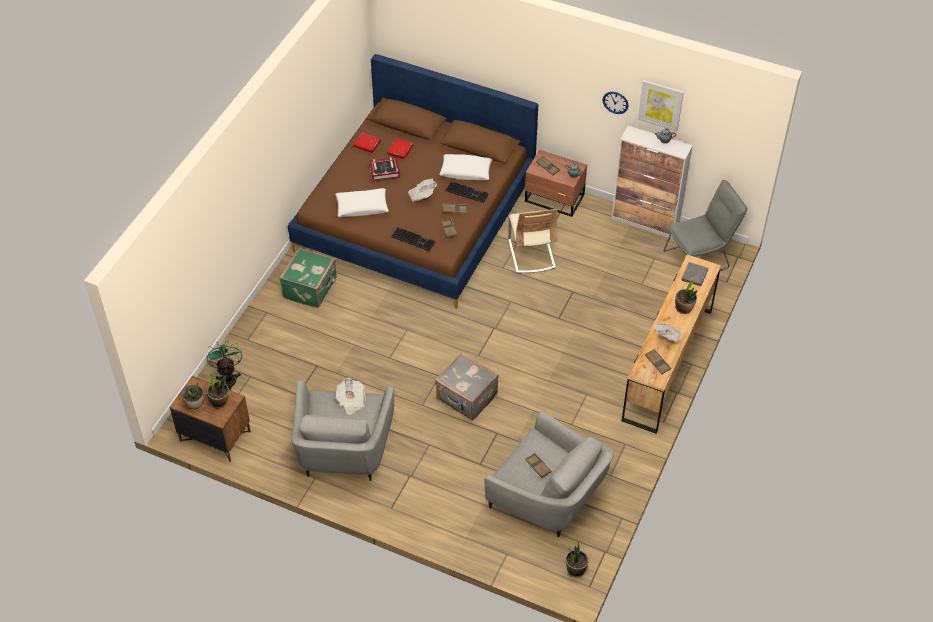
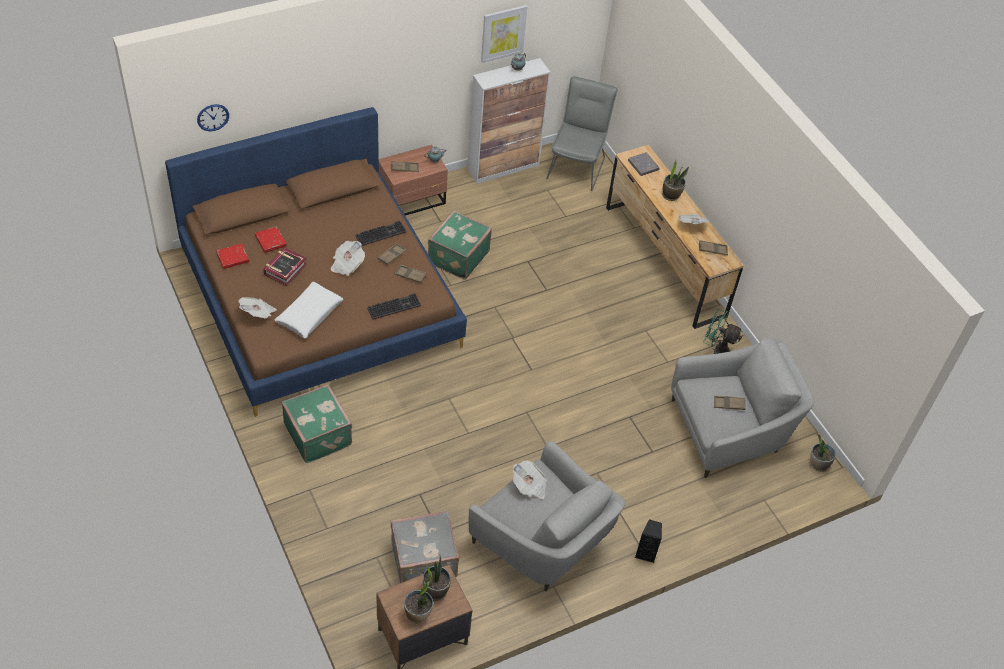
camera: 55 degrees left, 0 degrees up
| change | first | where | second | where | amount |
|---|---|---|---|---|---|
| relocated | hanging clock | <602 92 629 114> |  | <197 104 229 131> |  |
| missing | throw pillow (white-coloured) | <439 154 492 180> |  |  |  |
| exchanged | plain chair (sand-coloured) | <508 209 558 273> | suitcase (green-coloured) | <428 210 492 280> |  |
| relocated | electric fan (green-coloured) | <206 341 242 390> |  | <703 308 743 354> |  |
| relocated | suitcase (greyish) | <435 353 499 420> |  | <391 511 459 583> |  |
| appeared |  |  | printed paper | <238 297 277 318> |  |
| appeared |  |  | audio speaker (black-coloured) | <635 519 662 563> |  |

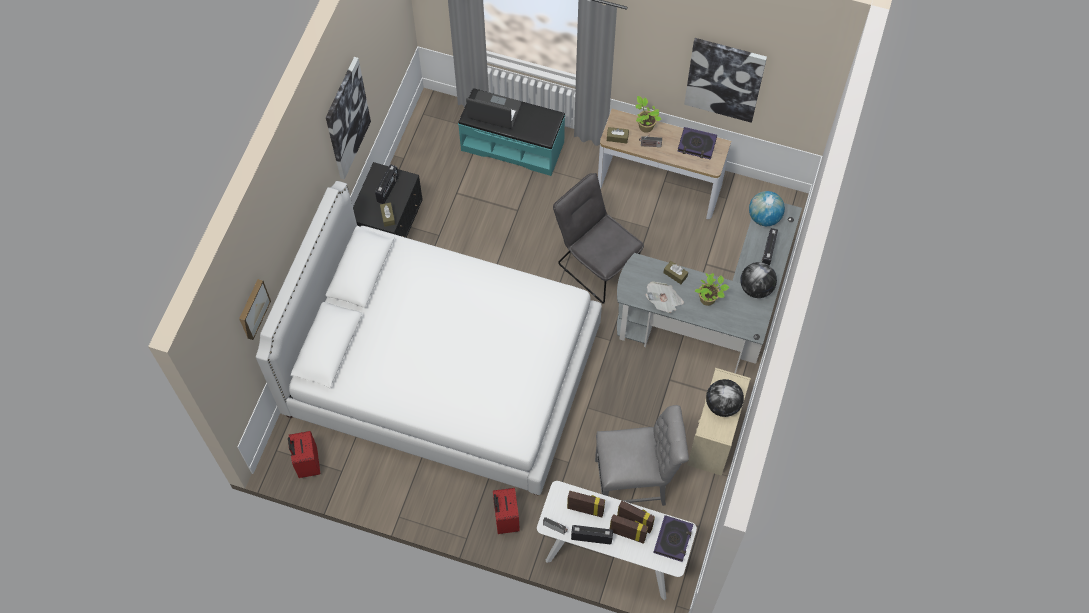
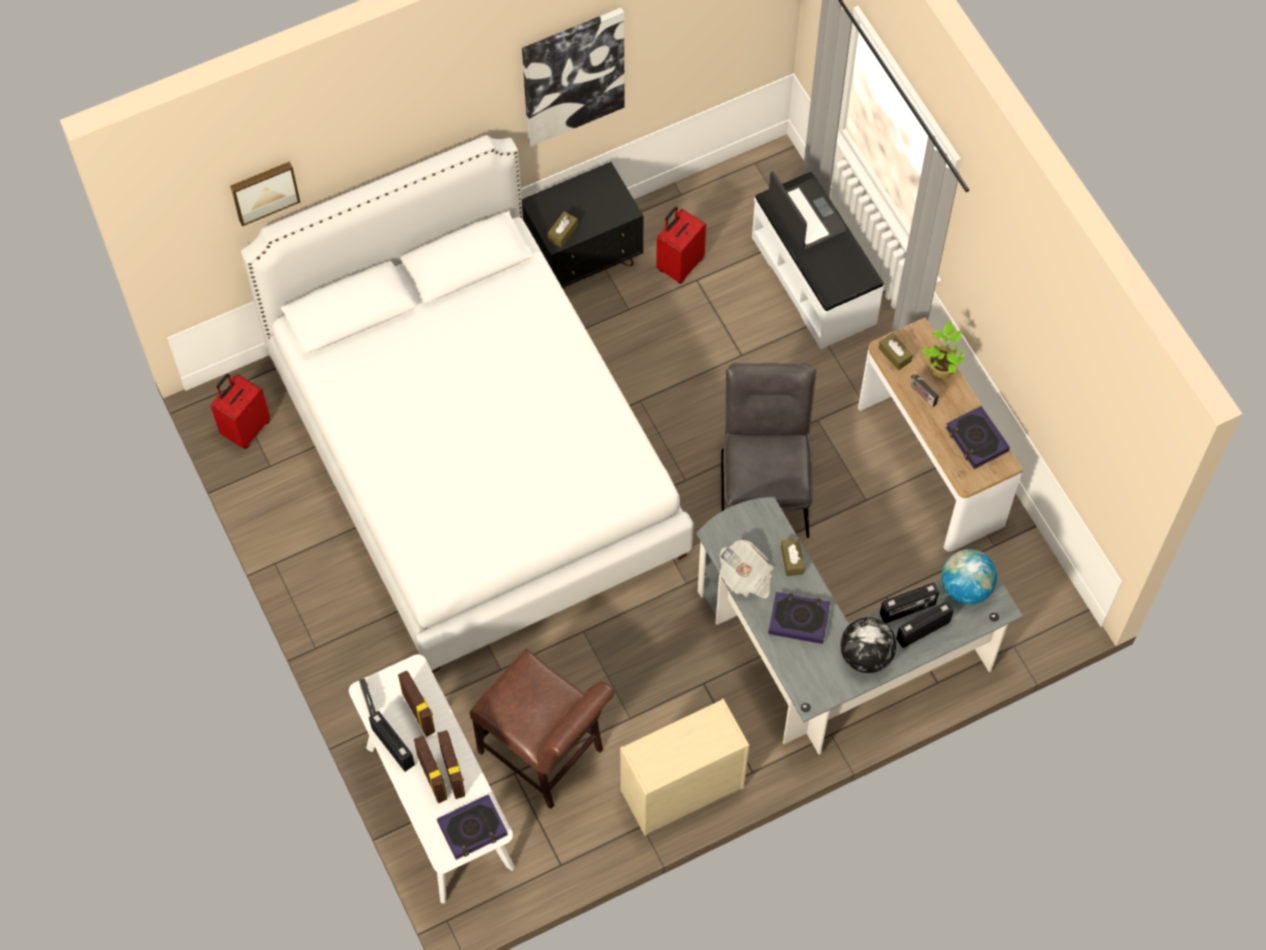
camera: 45 degrees right, 0 degrees up
| change | first | where | second | where | amount |
|---|---|---|---|---|---|
| missing | picture | <684 38 767 123> |  |  |  |
| colour | bench (blue-green) | <458 88 565 176> | bench (white-coloured) | <752 171 884 349> |  |
| relocated | radio receiver | <375 164 399 204> |  | <880 582 939 623> |  |
| exchanged | potted plant | <695 273 730 306> | volume | <768 592 830 644> |  |
| missing | desk globe | <706 379 744 417> |  |  |  |
| colour | plain chair (greyish) | <595 405 689 506> | plain chair (brown) | <470 649 614 809> |  |
| relocated | suitcase (red) | <493 488 520 534> |  | <656 207 706 284> |  |

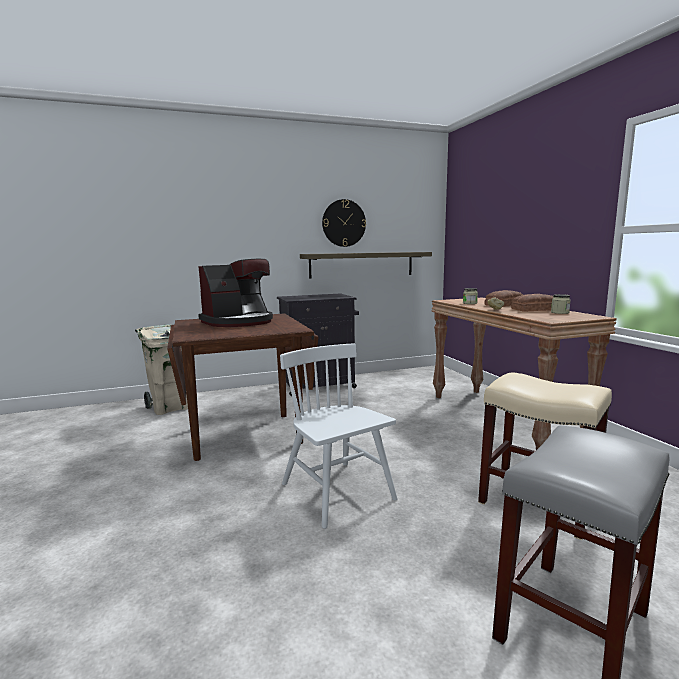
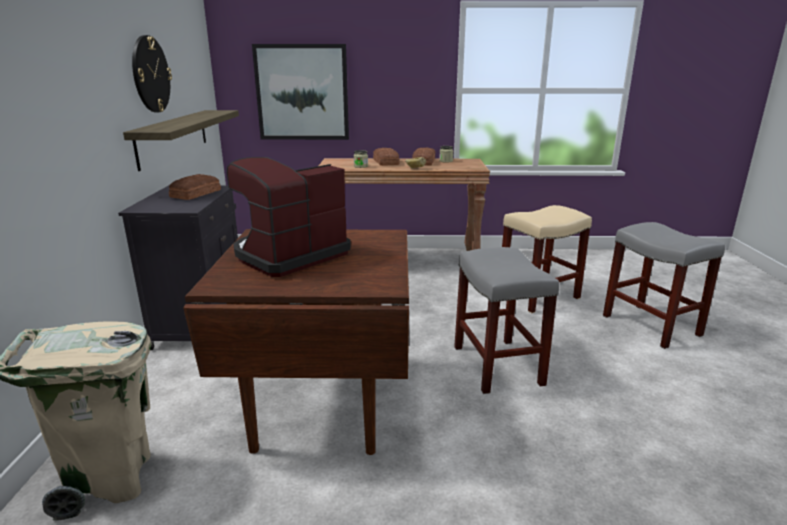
camera: 70 degrees left, 10 degrees up
| change | first | where | second | where | amount |
|---|---|---|---|---|---|
| spun | coffee machine | <198 259 273 327> |  | <227 157 351 277> | 120 degrees counterclockwise |
| exchanged | plain chair (white-coloured) | <280 343 397 529> | stool seat (greyish) | <454 247 559 394> |  |
| appeared |  |  | picture | <252 44 349 140> |  |
| appeared |  |  | baked bread | <169 174 221 200> |  |

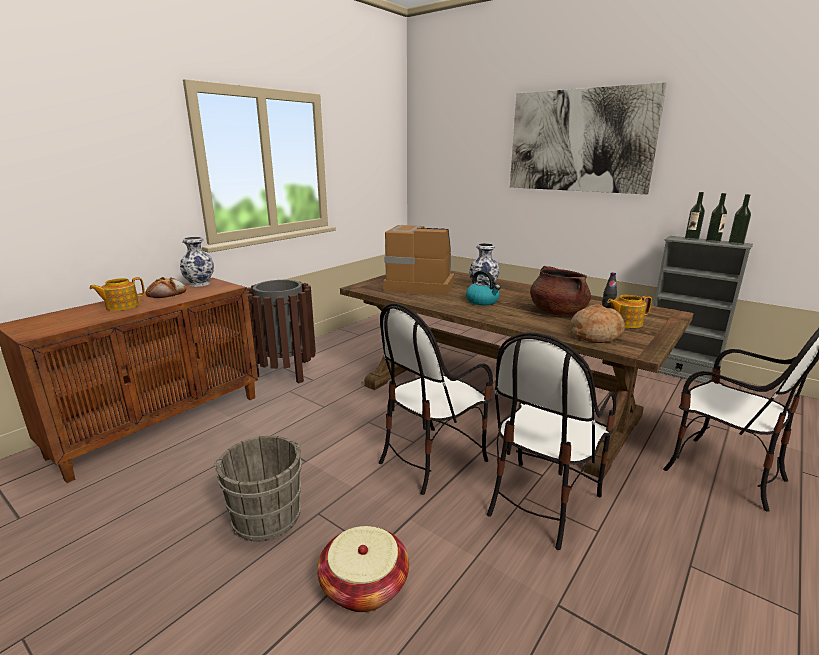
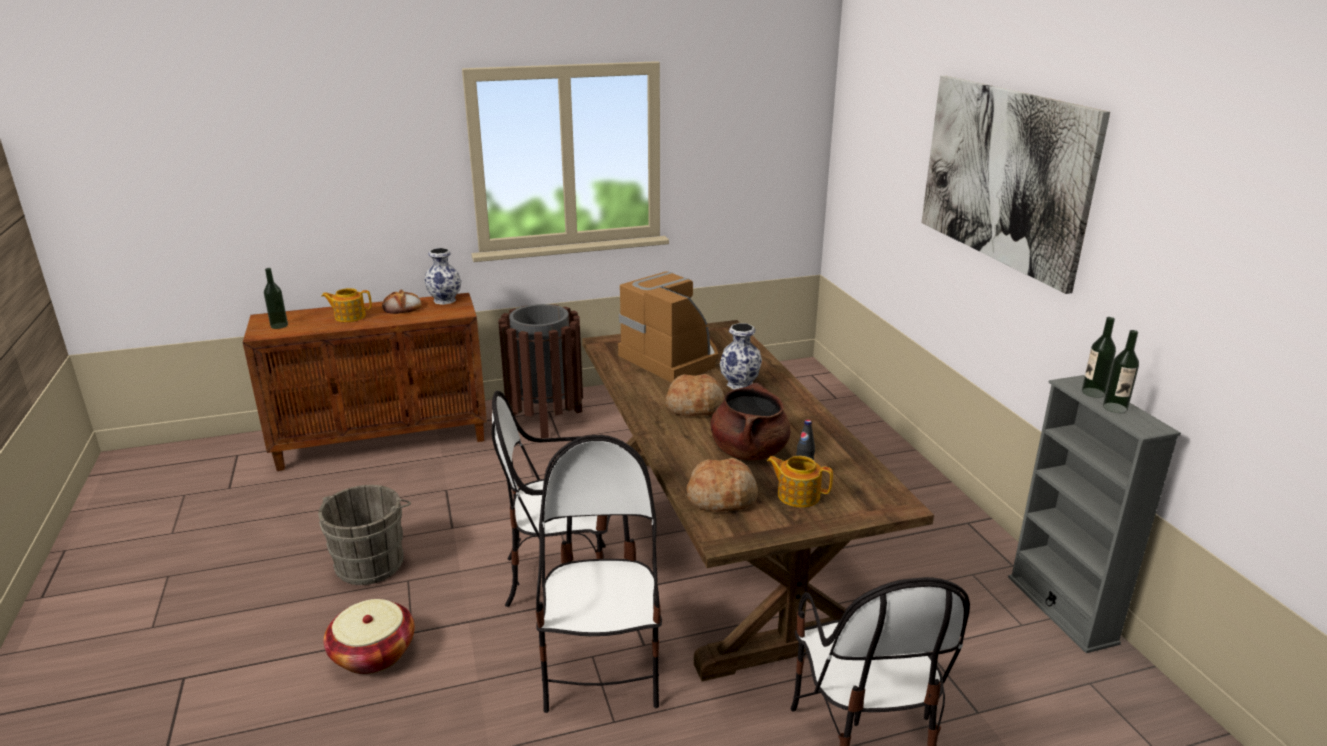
camera: 35 degrees right, 5 degrees up
| change | first | where | second | where | amount |
|---|---|---|---|---|---|
| relocated | drink bottle | <728 194 751 245> |  | <264 268 288 329> |  |
| exchanged | water kettle | <466 270 501 305> | baked bread | <665 374 724 416> |  |
| spun | plain chair | <487 332 616 550> |  | <536 435 662 713> | 105 degrees clockwise |

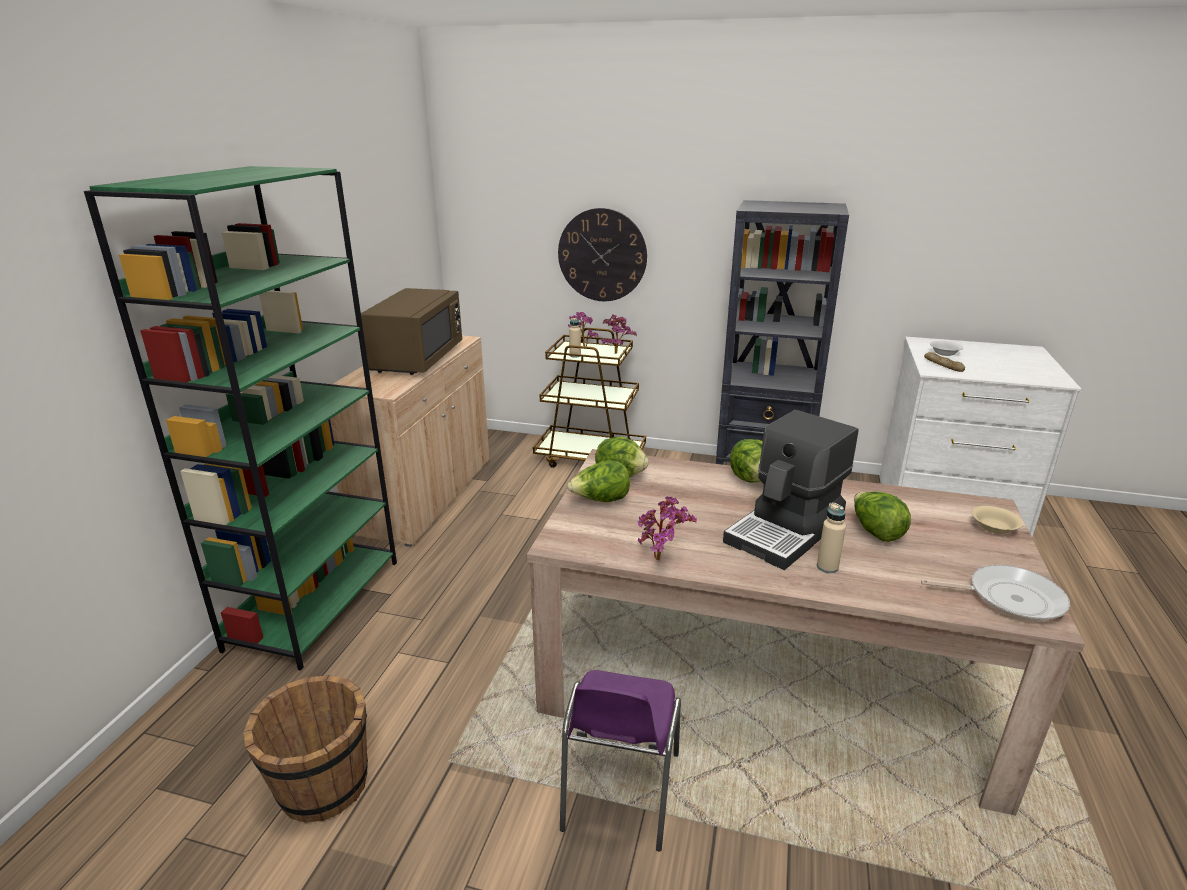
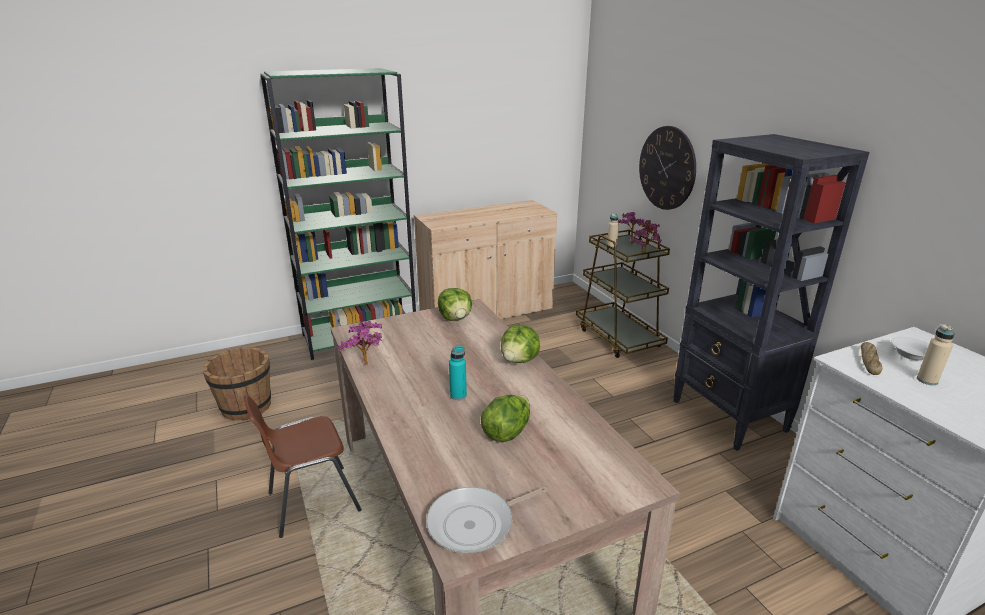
camera: 50 degrees right, 0 degrees up
| change | first | where | second | where | amount |
|---|---|---|---|---|---|
| missing | kitchen microwave (brown) | <361 288 462 375> |  |  |  |
| exchanged | coffee machine | <723 410 859 570> | drink bottle (blue-green) | <449 346 467 400> |  |
| missing | lettuce | <567 460 630 502> |  |  |  |
| relocated | drink bottle (sand-coloured) | <817 502 846 573> |  | <917 324 954 385> |  |
| missing | bowl (sand-coloured) | <972 506 1023 534> |  |  |  |
| spun | skillet | <921 565 1070 622> |  | <426 487 547 553> | 90 degrees clockwise |
| colour | plain chair (purple-coloured) | <560 670 681 852> | plain chair (brown) | <244 395 362 538> |  |

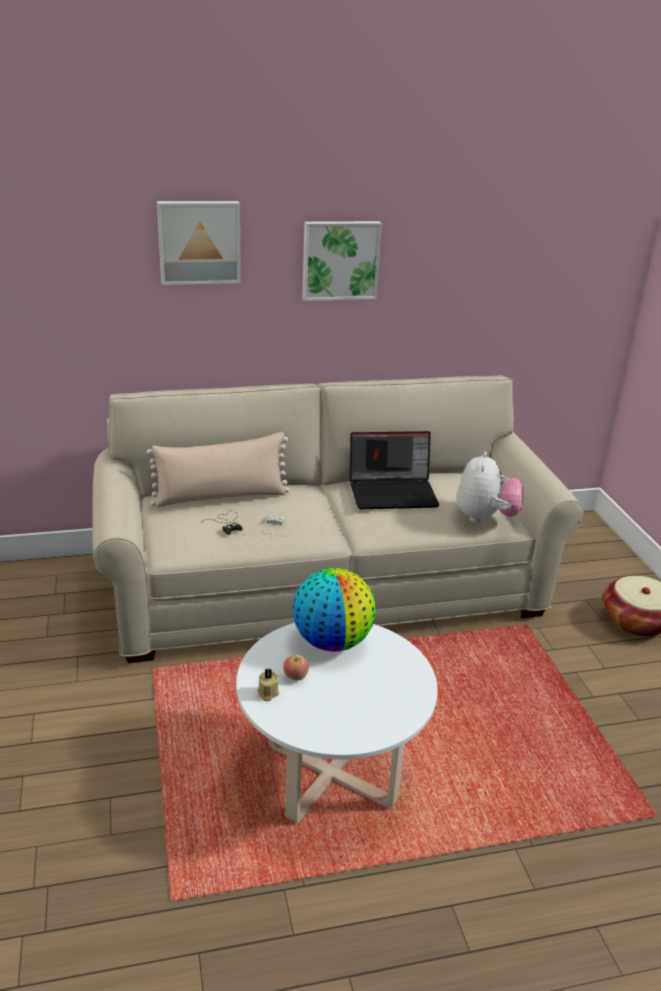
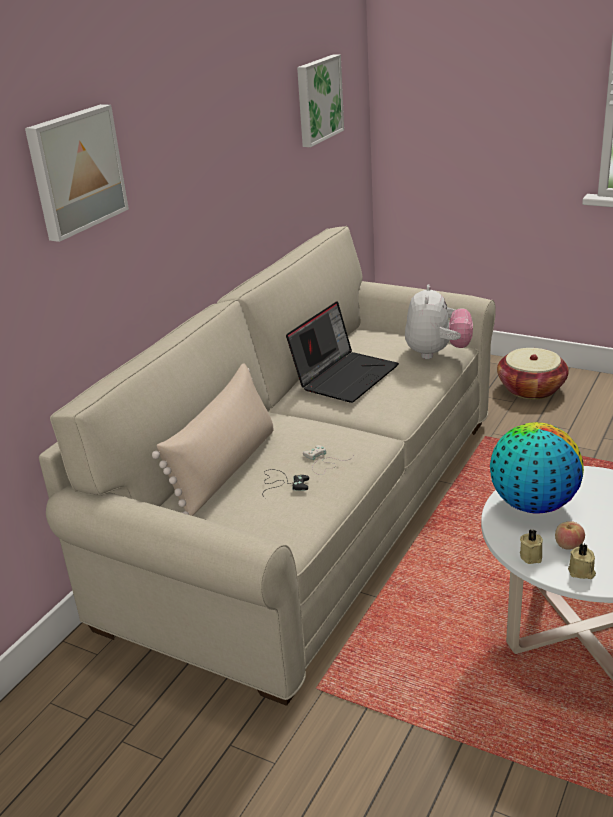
camera: 45 degrees left, 0 degrees up
| change | first | where | second | where | amount |
|---|---|---|---|---|---|
| relocated | picture | <302 221 382 301> |  | <297 55 344 147> |  |
| spun | plush toy | <456 451 524 523> |  | <405 284 473 359> | 45 degrees clockwise |
| appeared |  |  | wax light (sand-coloured) | <520 530 543 564> |  |

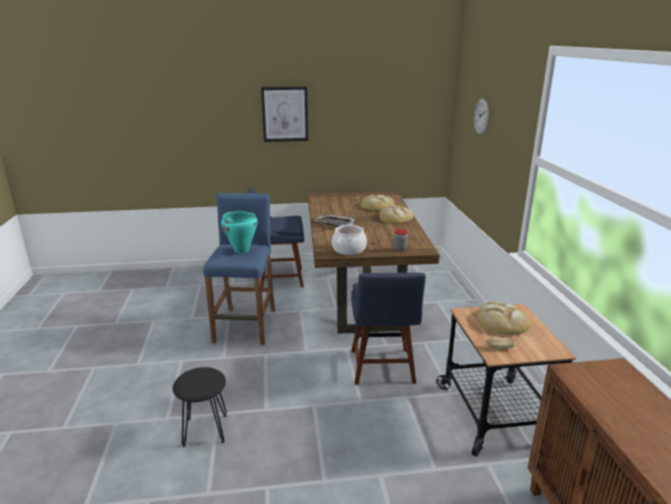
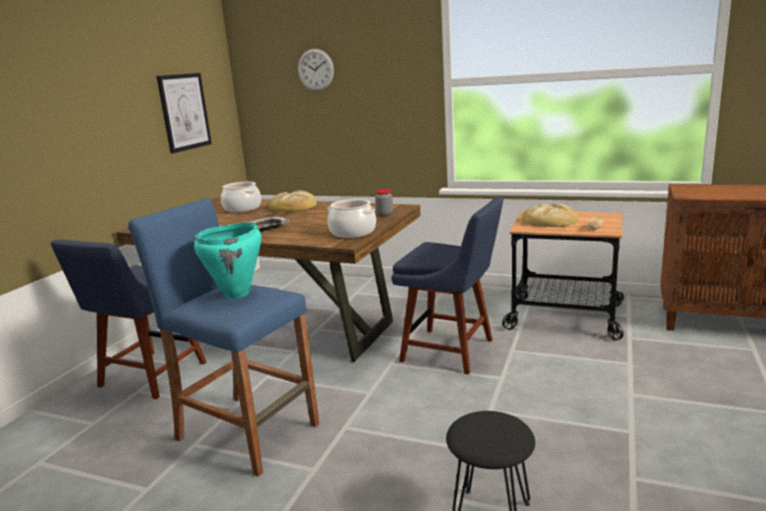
camera: 60 degrees left, 5 degrees down
| change | first | where | second | where | amount |
|---|---|---|---|---|---|
| relocated | picture | <261 86 308 142> |  | <157 73 212 154> |  |
| exchanged | baked bread | <361 195 395 211> | stockpot | <221 182 261 212> |  |

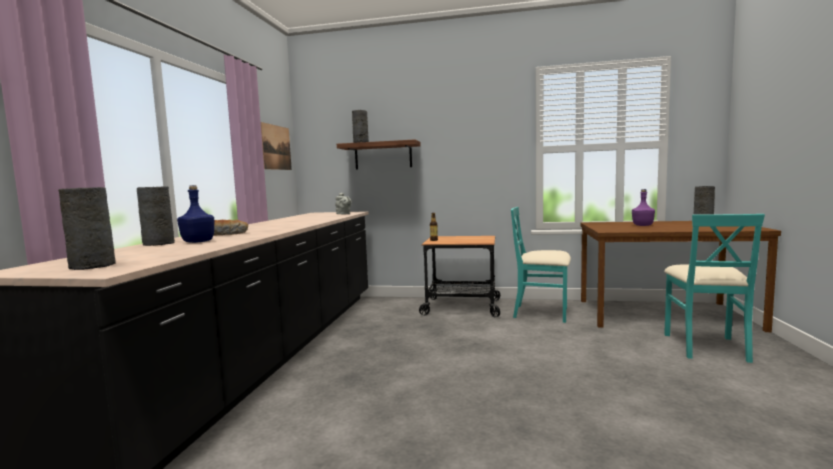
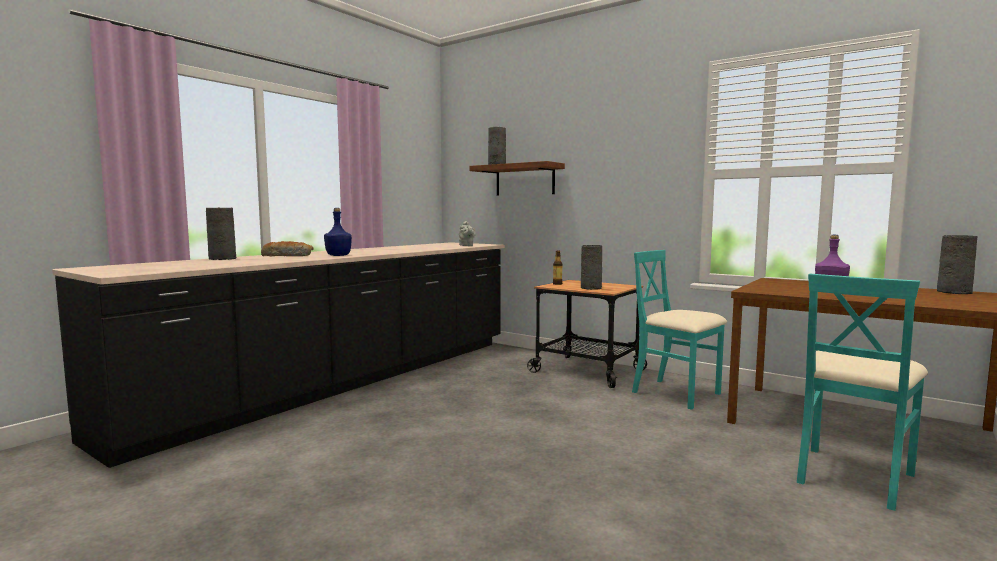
camera: 25 degrees right, 0 degrees up
| change | first | where | second | where | amount |
|---|---|---|---|---|---|
| missing | picture | <261 122 292 170> |  |  |  |
| relocated | drink bottle (blue-coloured) | <177 185 214 243> |  | <324 208 352 256> |  |
| relocated | flower vase (greyish) | <58 187 115 270> |  | <581 245 602 290> |  |

